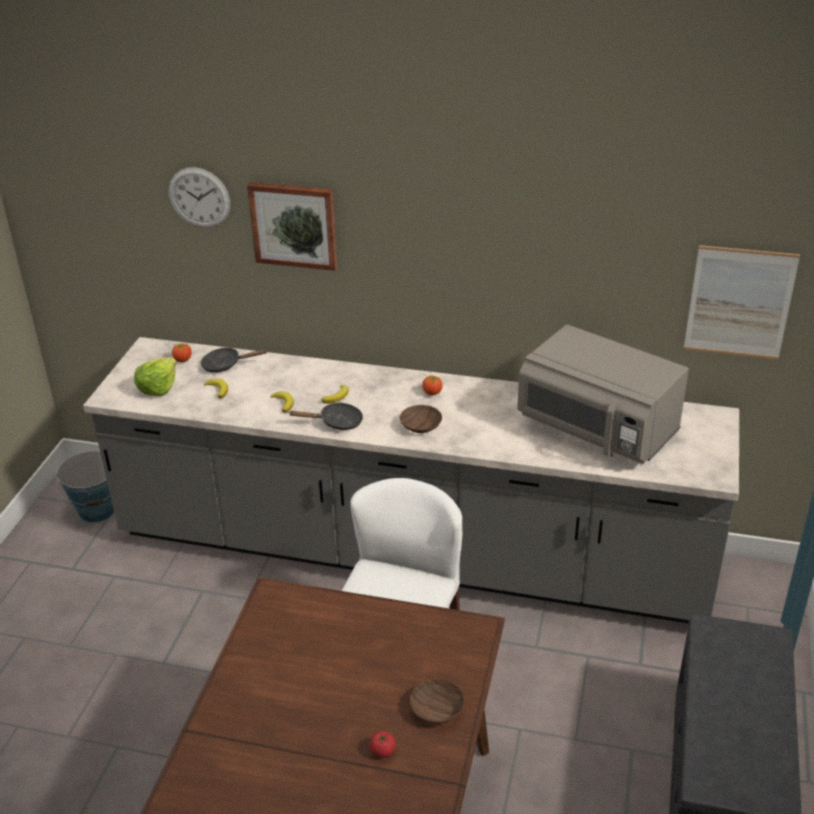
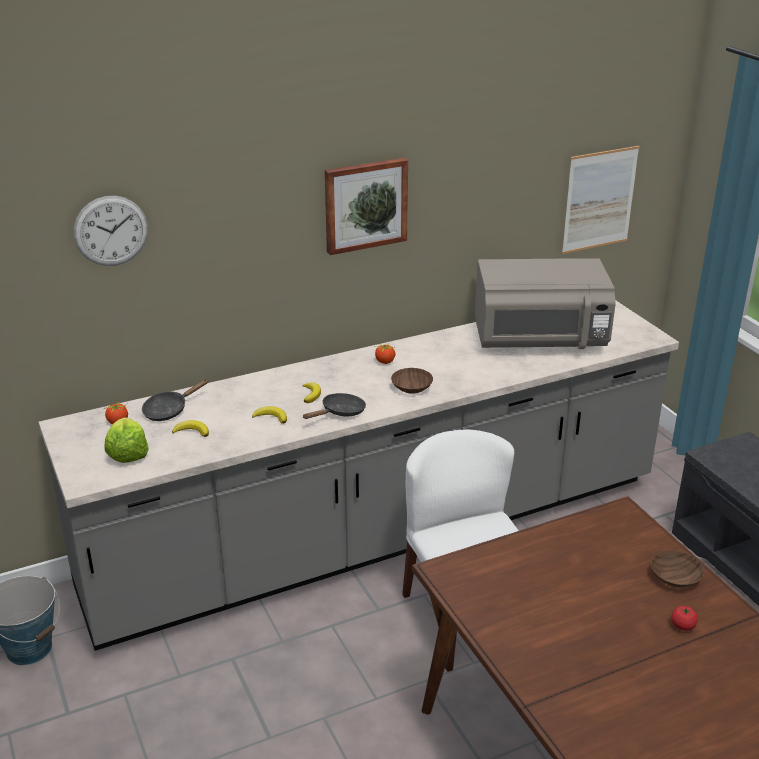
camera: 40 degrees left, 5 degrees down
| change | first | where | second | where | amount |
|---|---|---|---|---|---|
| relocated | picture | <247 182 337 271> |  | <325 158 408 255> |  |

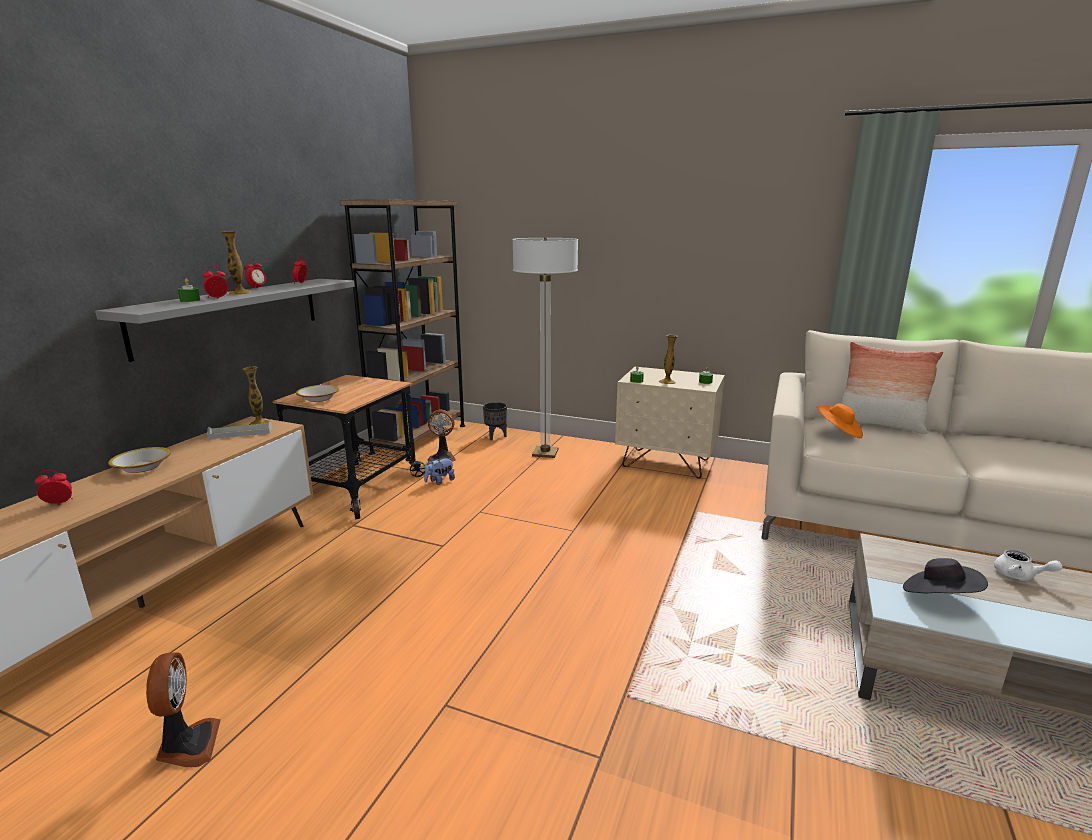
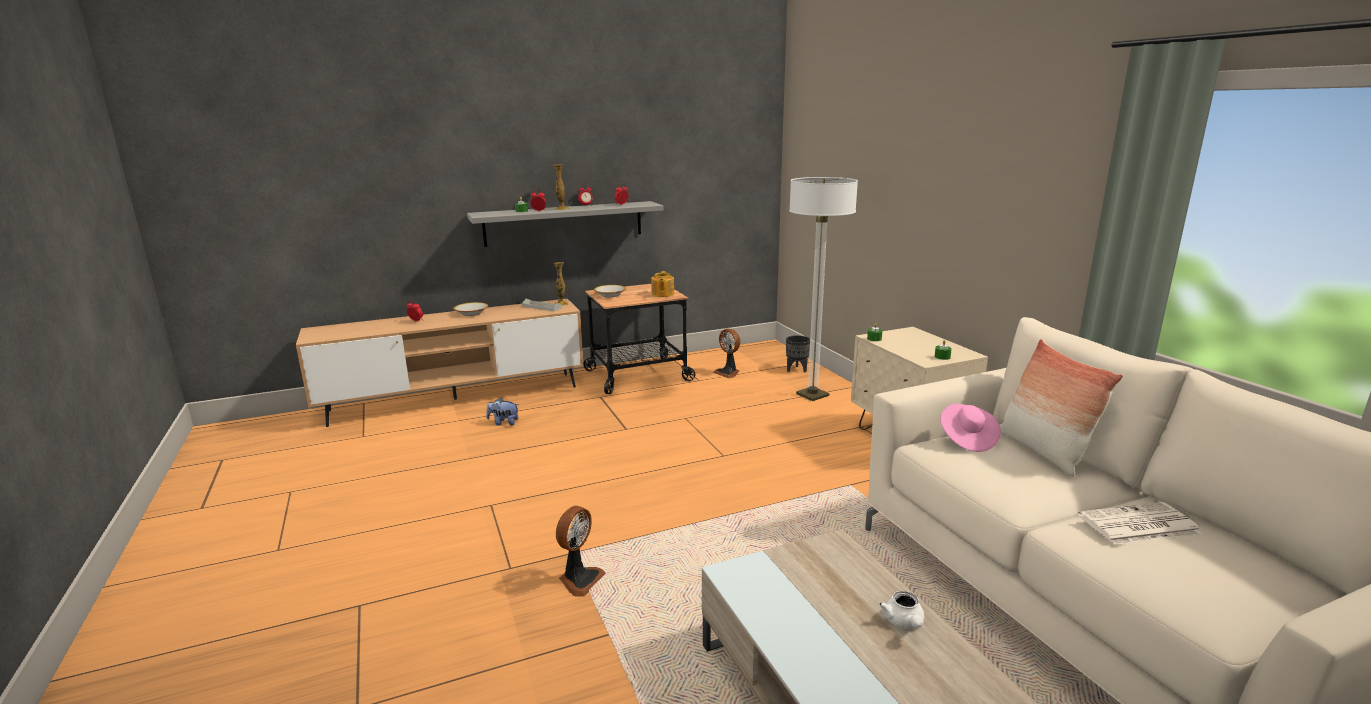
camera: 45 degrees right, 0 degrees up
| change | first | where | second | where | amount |
|---|---|---|---|---|---|
| missing | bookcase (brown) | <340 200 465 461> |  |  |  |
| missing | flower vase | <659 335 678 384> |  |  |  |
| colour | clothing hat (orange-coloured) | <817 403 863 438> | clothing hat (pink-coloured) | <940 403 1001 452> |  |
| relocated | plush toy | <424 458 455 485> |  | <486 398 519 426> |  |
| missing | clothing hat (black-coloured) | <903 558 988 593> |  |  |  |
| relocated | electric fan | <146 652 220 767> |  | <556 506 606 597> |  |
| appeared |  |  | pot for tea | <651 271 674 297> |  |
| appeared |  |  | printed paper | <1078 502 1202 545> |  |

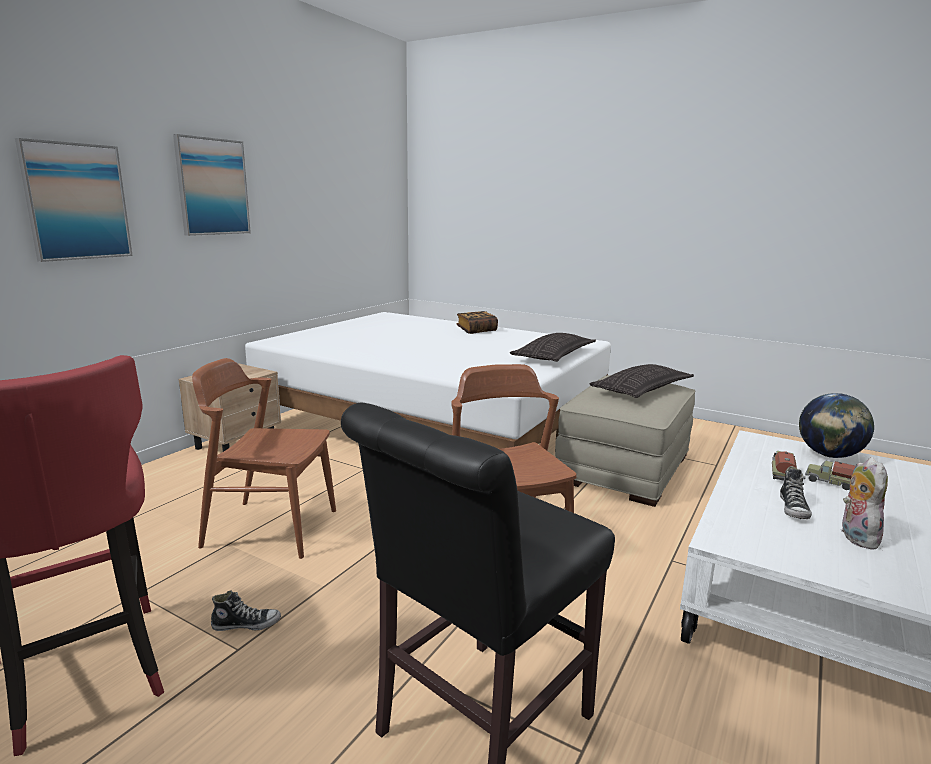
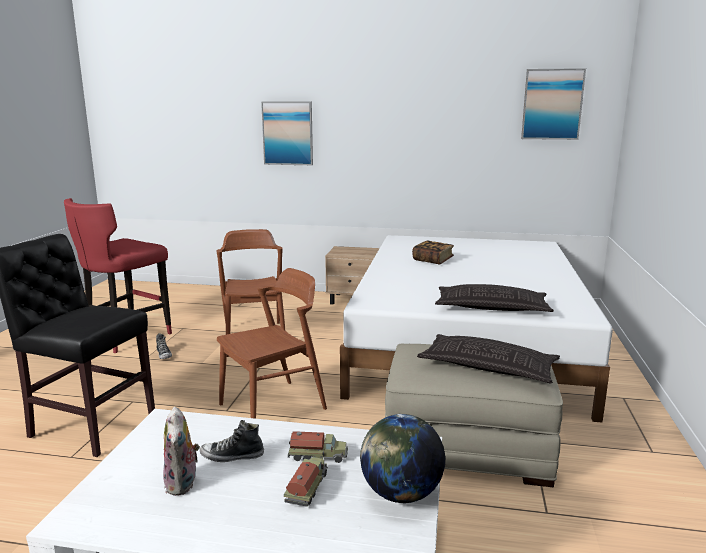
camera: 70 degrees right, 0 degrees up
| change | first | where | second | where | amount |
|---|---|---|---|---|---|
| relocated | picture | <173 134 251 236> |  | <521 68 586 140> |  |
| relocated | volume | <457 311 498 334> |  | <412 240 454 264> |  |
| spun | plush toy | <841 457 888 550> |  | <163 407 200 496> | 90 degrees clockwise |

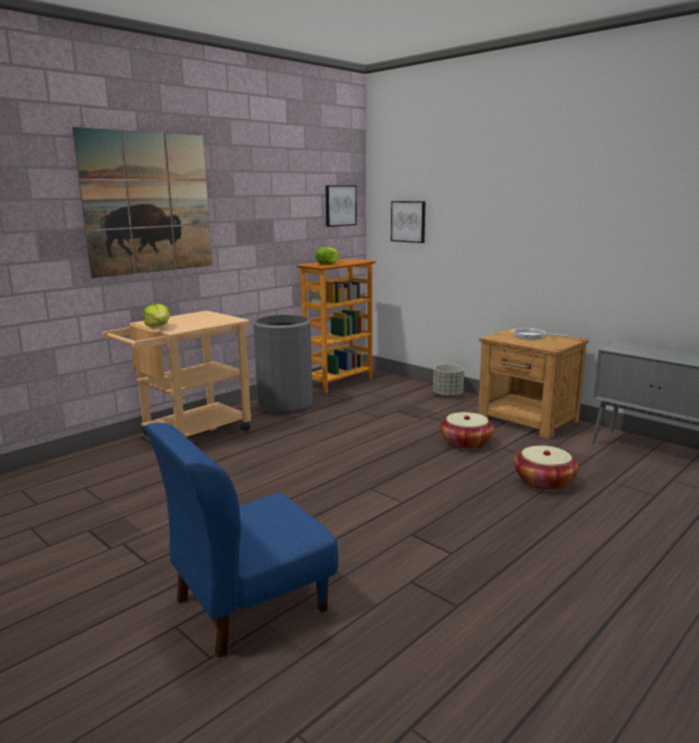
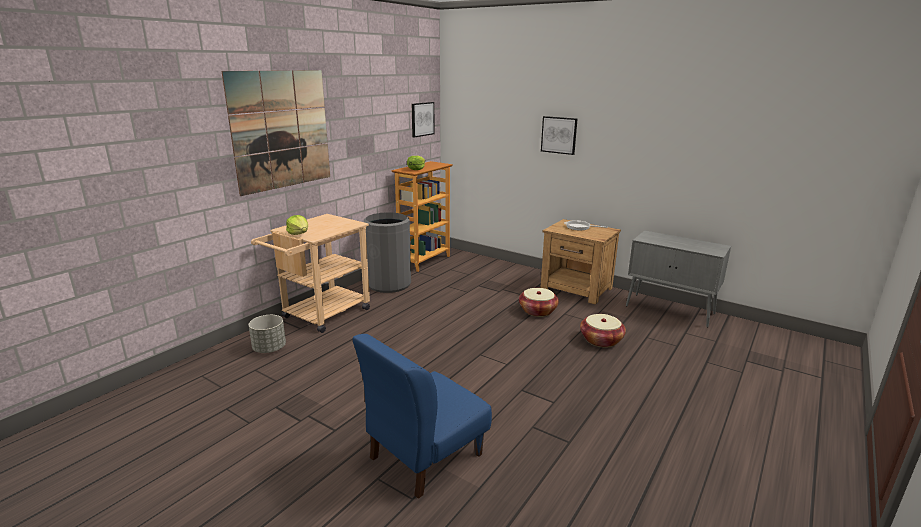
camera: 10 degrees left, 5 degrees up
| change | first | where | second | where | amount |
|---|---|---|---|---|---|
| relocated | picture | <391 201 425 243> |  | <541 116 578 155> |  |
| relocated | planter (greyish) | <433 364 464 398> |  | <249 315 286 353> |  |

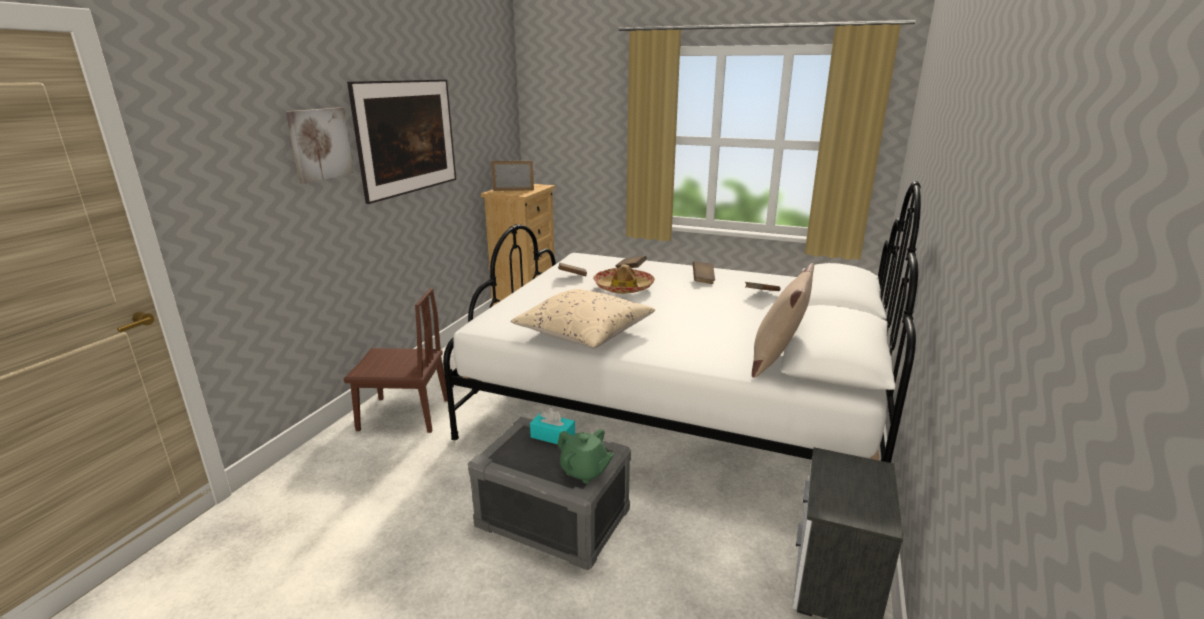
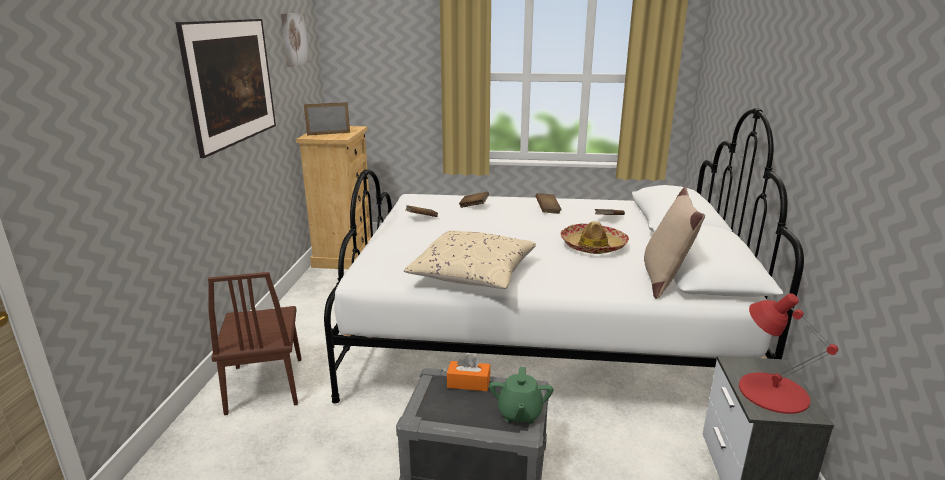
camera: 15 degrees left, 0 degrees up
| change | first | where | second | where | amount |
|---|---|---|---|---|---|
| relocated | picture | <286 107 354 184> |  | <281 13 310 67> |  |
| relocated | clothing hat | <593 264 655 294> |  | <561 221 629 254> |  |
| spun | plain chair (brown) | <344 288 448 433> |  | <208 272 301 415> | 90 degrees clockwise |
| colour | box of tissues (blue-green) | <530 408 575 444> | box of tissues (orange-coloured) | <447 354 490 391> |  |
| spun | pot for tea (green-coloured) | <557 429 614 483> |  | <489 367 553 424> | 75 degrees clockwise |
| appeared |  |  | table lamp (red) | <739 293 838 414> |  |

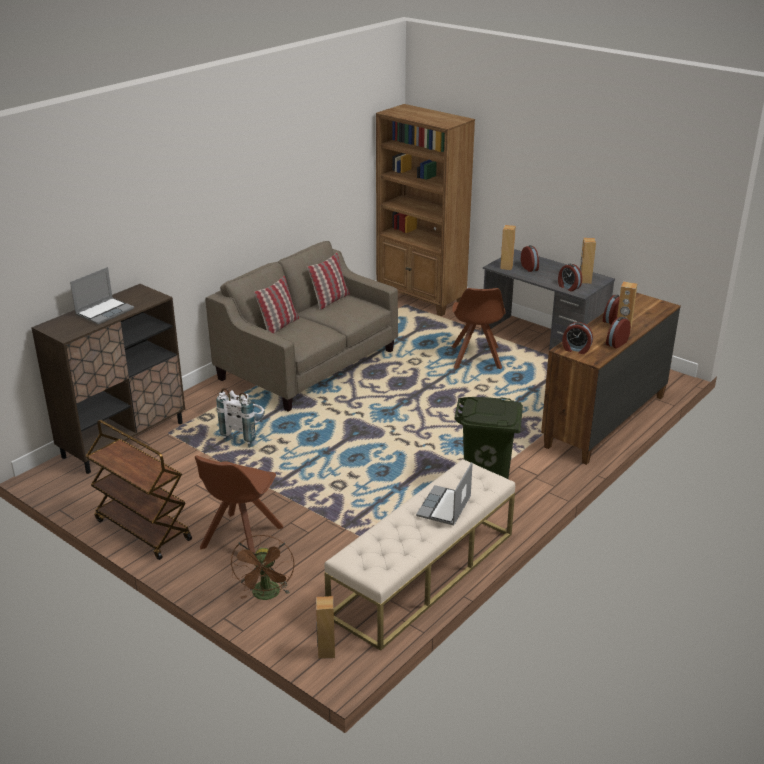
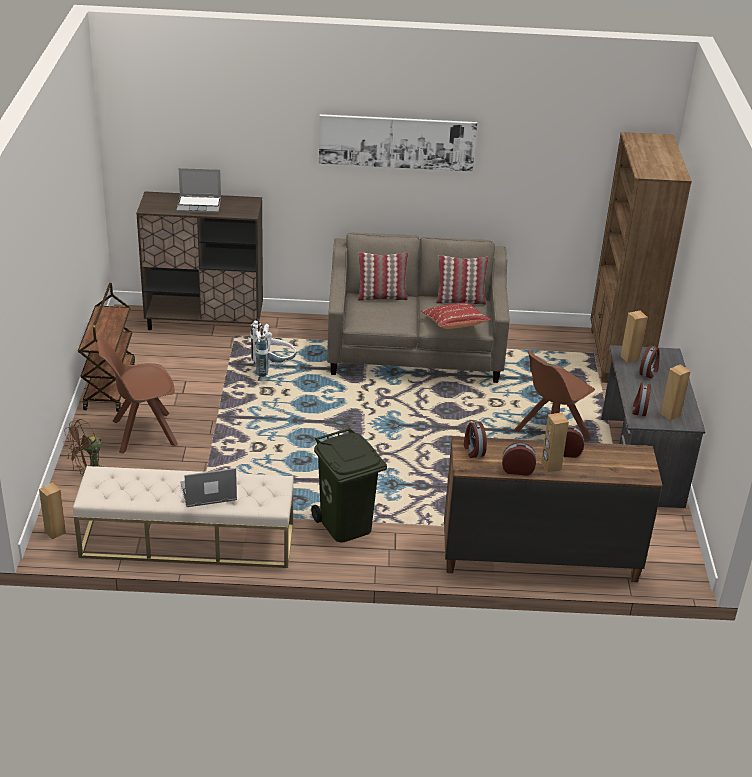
camera: 50 degrees right, 5 degrees up
| change | first | where | second | where | amount |
|---|---|---|---|---|---|
| appeared |  |  | picture | <319 114 477 171> |  |
| appeared |  |  | throw pillow (red) | <421 303 491 329> |  |

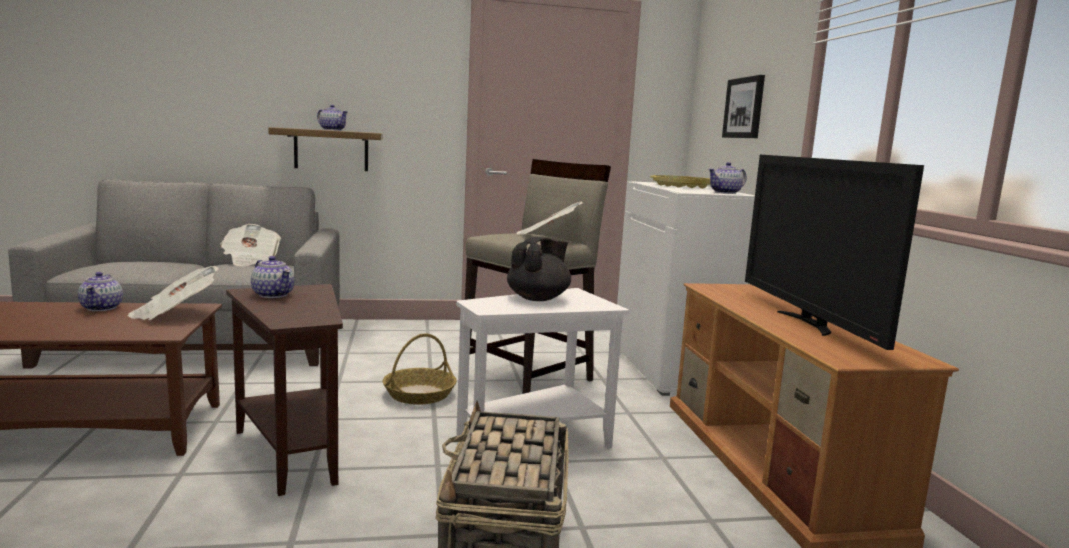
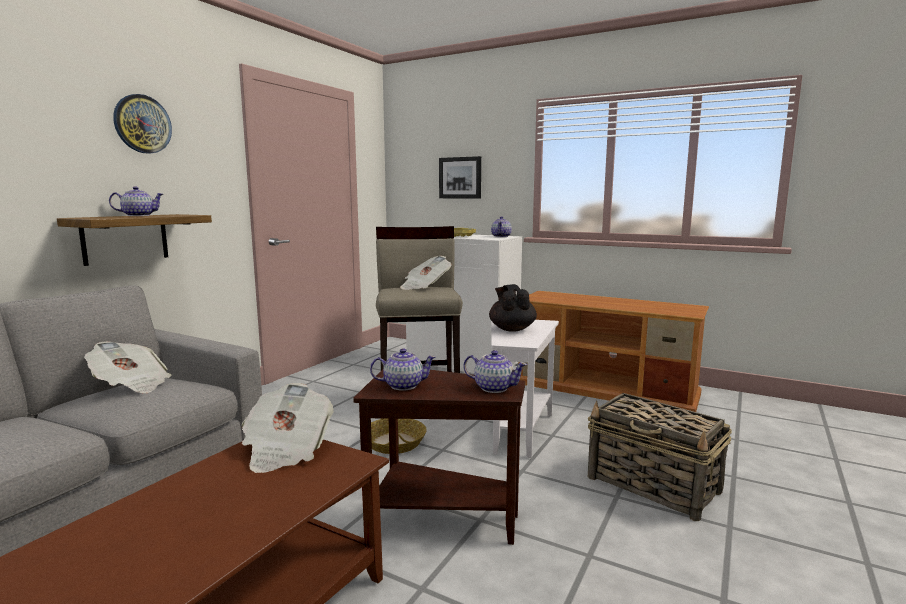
camera: 50 degrees left, 0 degrees up
| change | first | where | second | where | amount |
|---|---|---|---|---|---|
| missing | television | <745 155 924 350> |  |  |  |
| relocated | pot for tea | <78 272 123 311> |  | <464 350 527 393> |  |
| appeared |  |  | hanging clock | <113 94 172 154> |  |

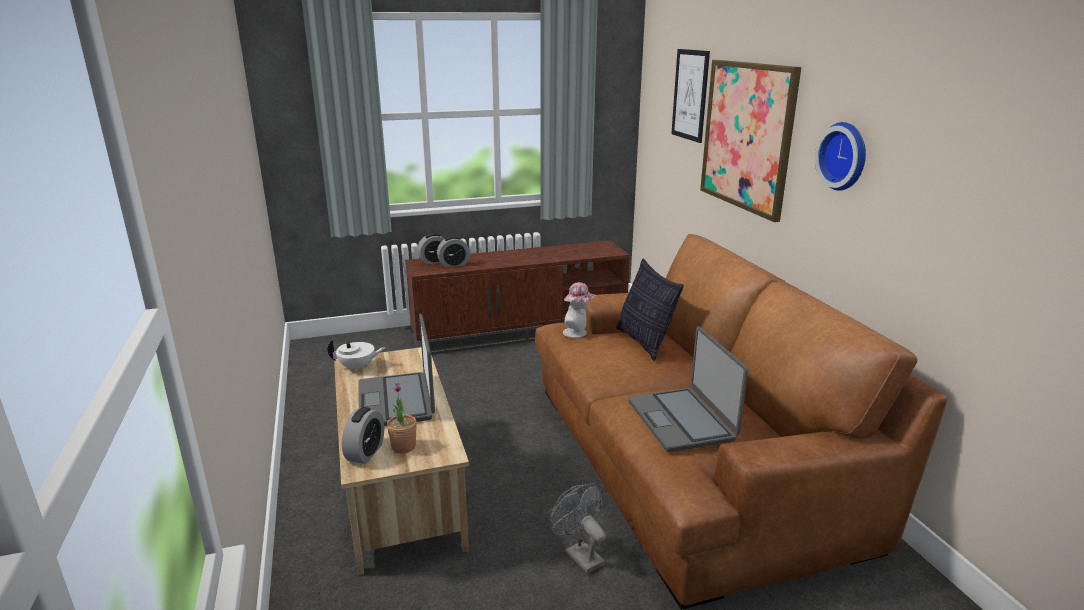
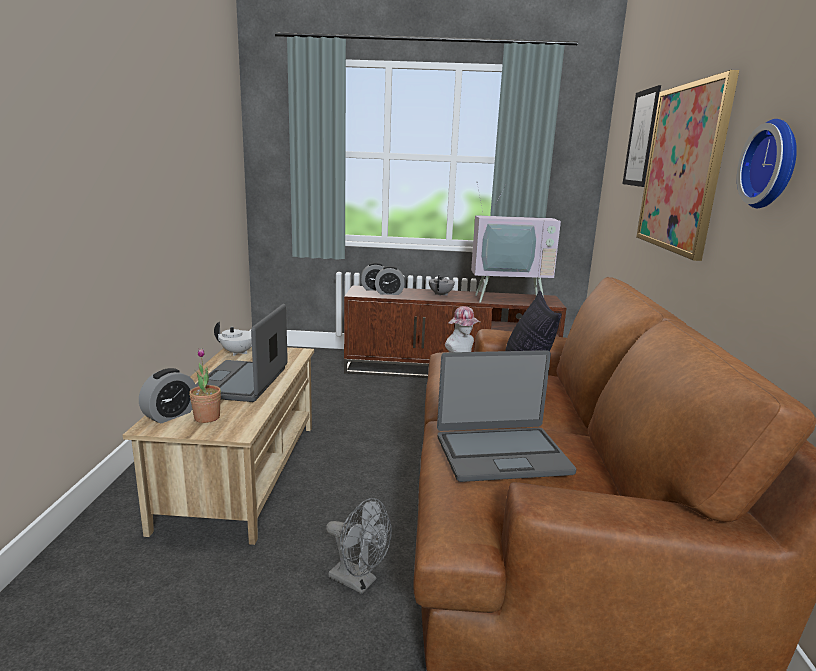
camera: 20 degrees right, 5 degrees down
| change | first | where | second | where | amount |
|---|---|---|---|---|---|
| spun | portable computer | <628 326 748 452> |  | <437 350 576 482> | 105 degrees counterclockwise |
| spun | electric fan (greyish) | <550 483 606 573> |  | <326 498 392 594> | 135 degrees clockwise |
| appeared |  |  | television | <471 184 561 302> |  |
| appeared |  |  | pot for tea (greyish) | <429 275 455 296> |  |

